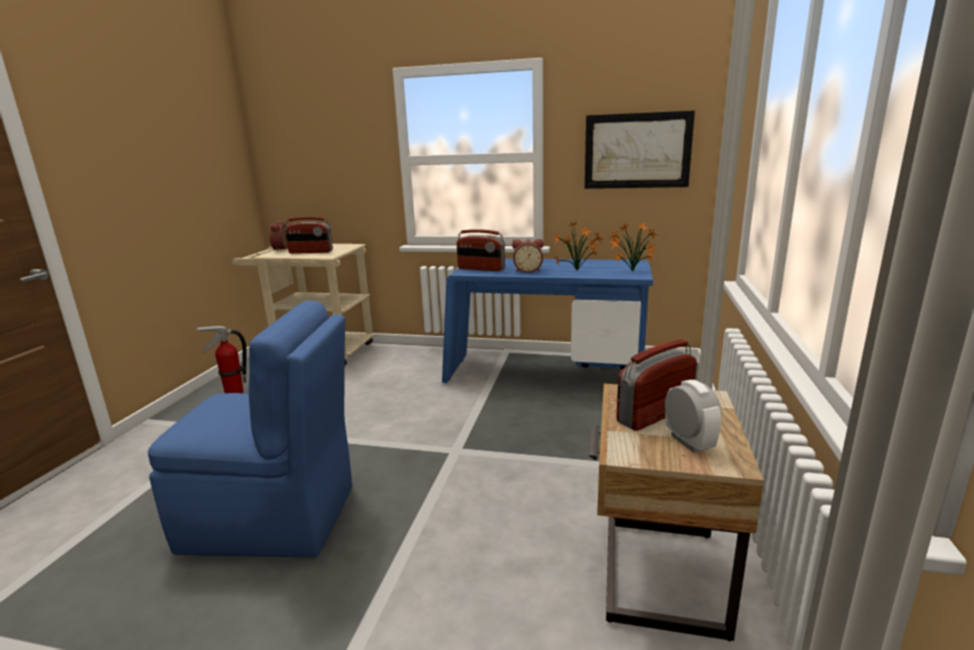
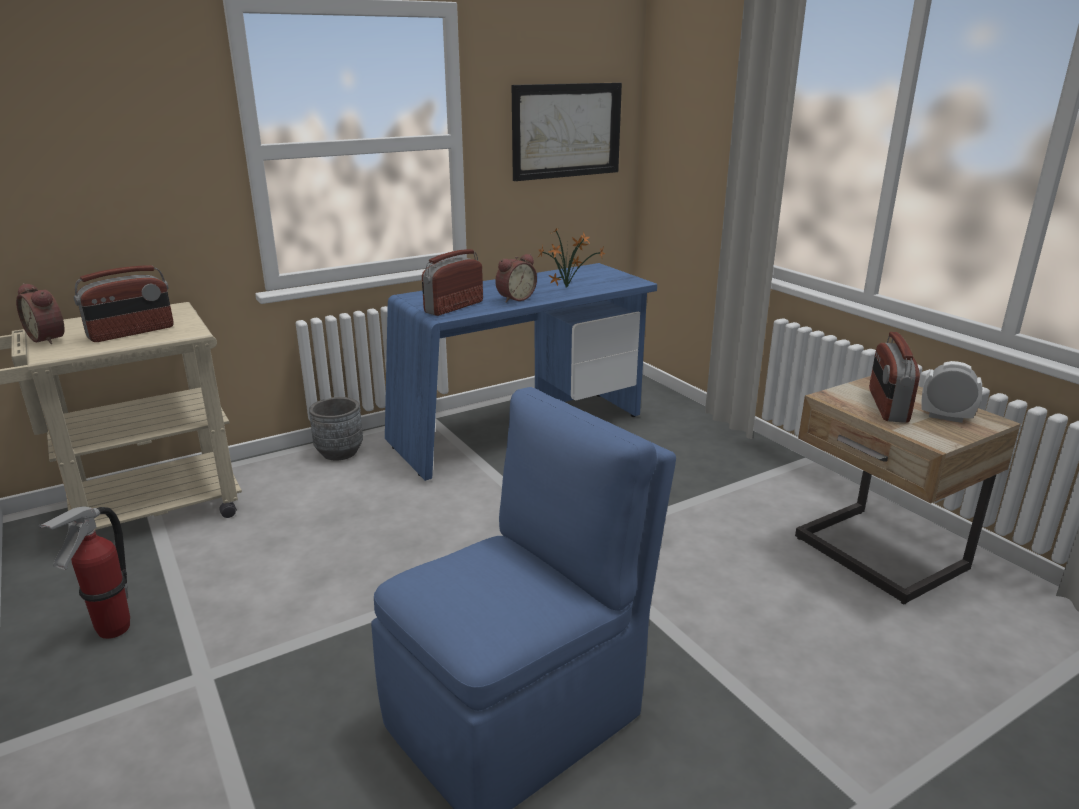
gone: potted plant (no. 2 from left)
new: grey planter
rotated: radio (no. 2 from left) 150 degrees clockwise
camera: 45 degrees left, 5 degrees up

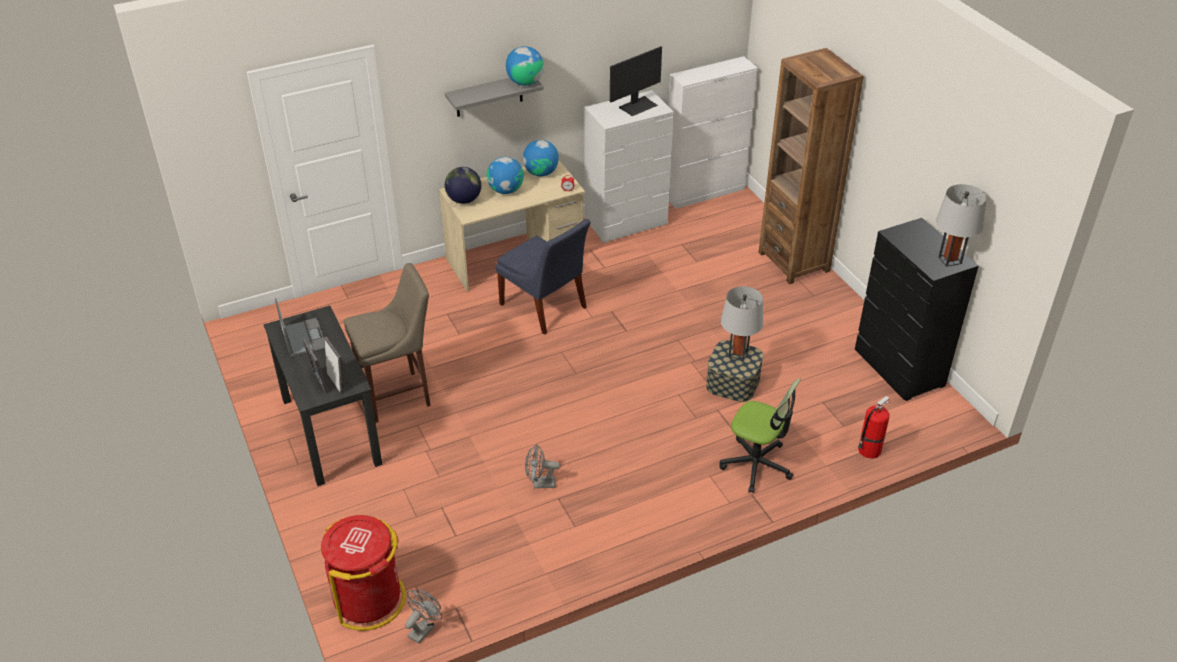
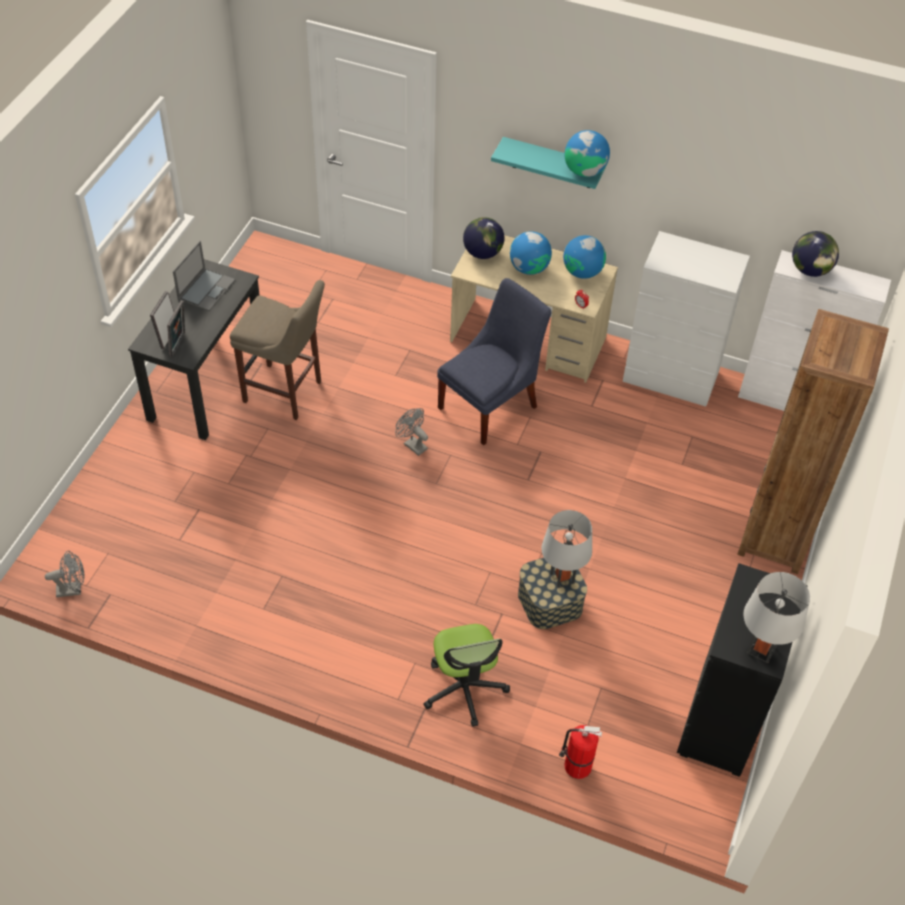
gone: red trash can; monitor
new: globe (no. 5 from left)
shifted: grey fan (no. 2 from left)
repainted: grey shelf to turquoise shelf
rotated: blue chair 135 degrees counterclockwise
camera: 45 degrees right, 10 degrees up

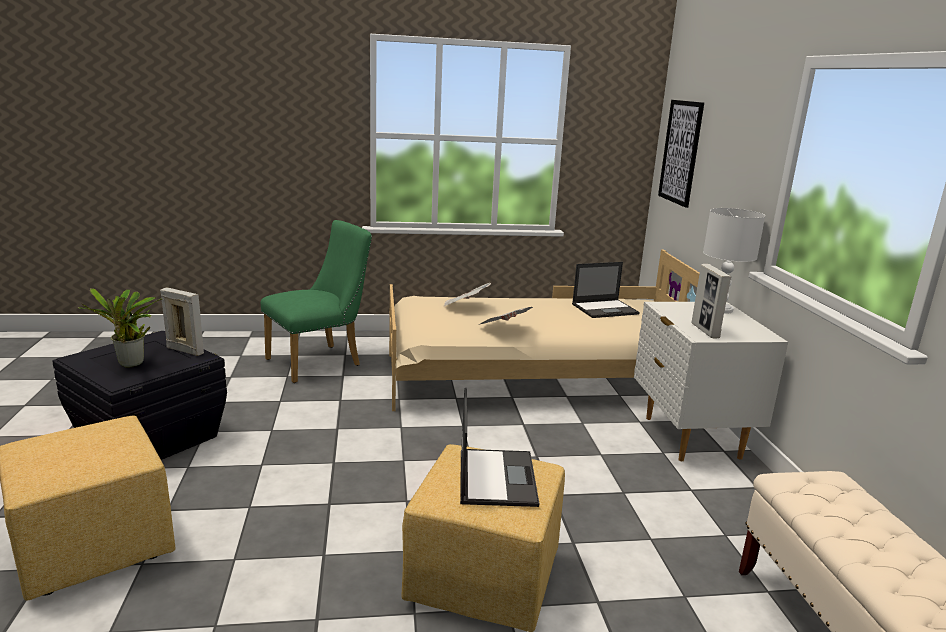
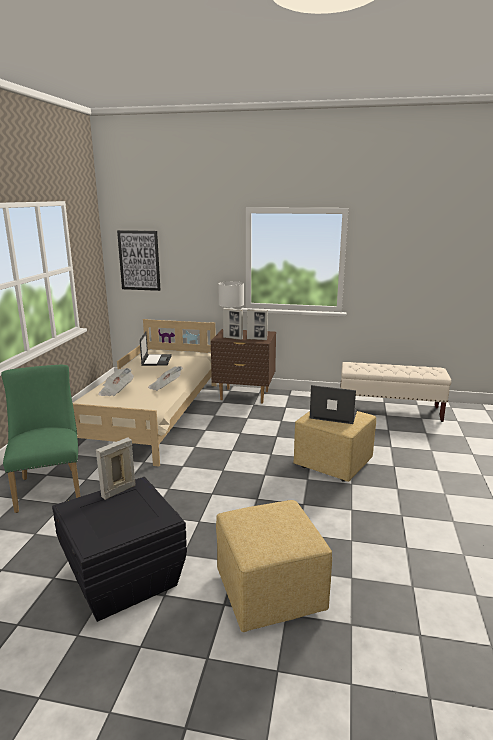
gone: potted plant
new: picture frame (no. 2 from left)
repainted: white nightstand to brown nightstand
camera: 70 degrees left, 0 degrees up

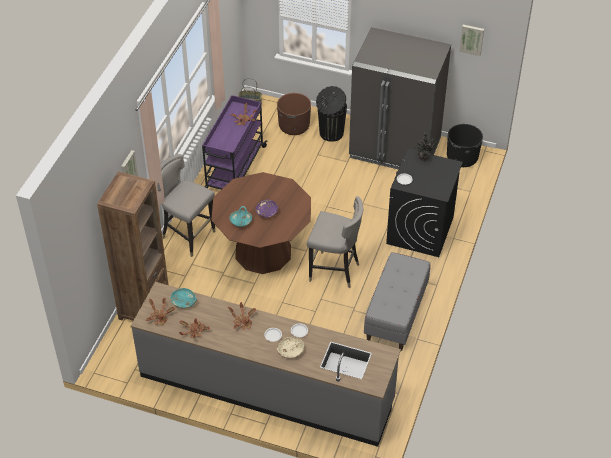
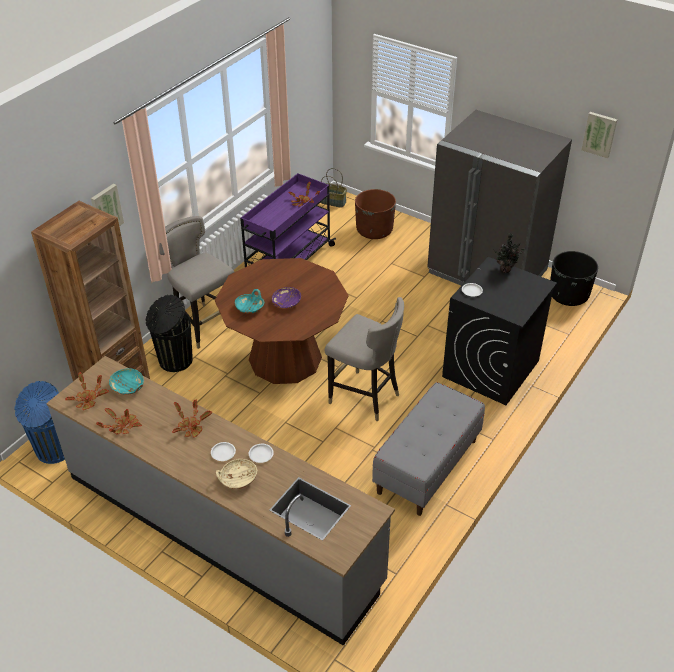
new: blue trash can
shifted: black trash can
camera: 15 degrees right, 5 degrees down

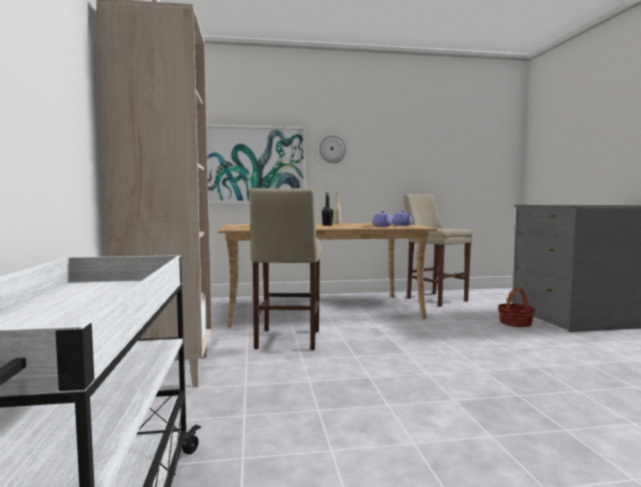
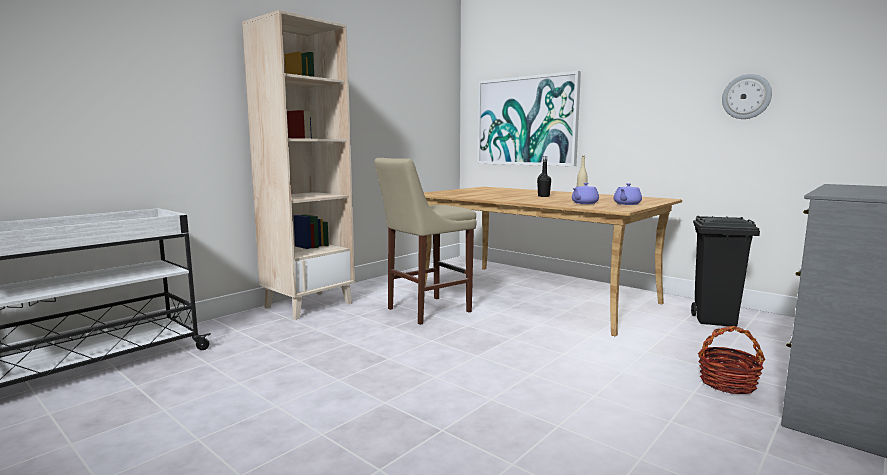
shifted: wall clock
swapped: beige stool (no. 2 from left) to black trash can
camera: 50 degrees right, 5 degrees up

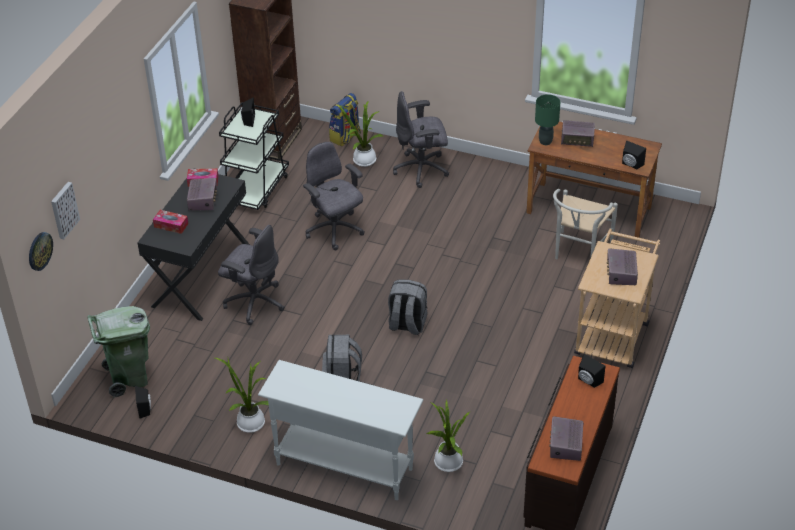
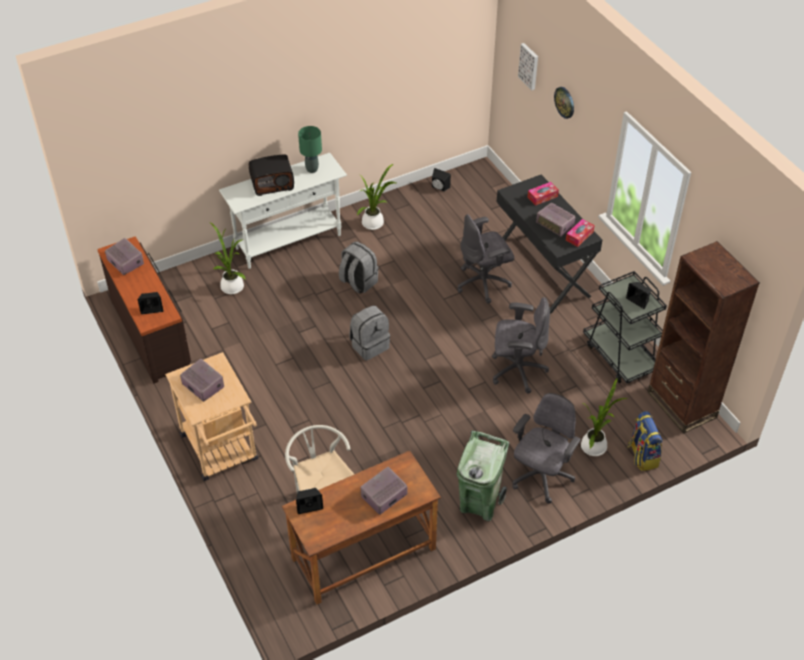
new: radio (no. 3 from left)
shifted: wall clock; green trash can; green table lamp
camera: 130 degrees right, 5 degrees up

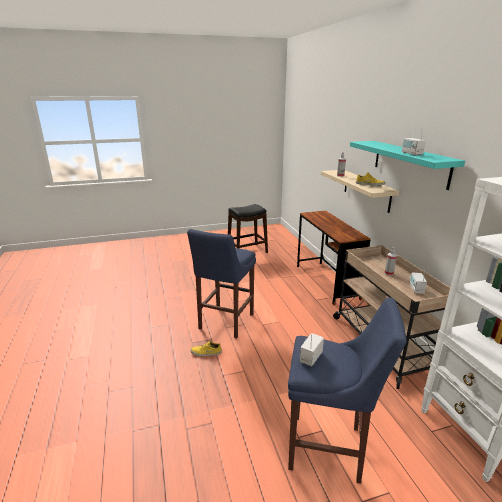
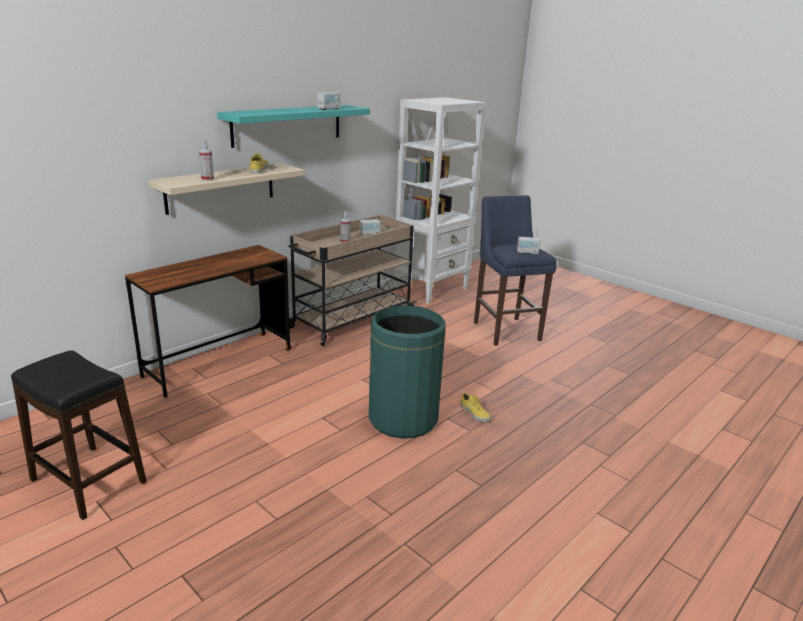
swapped: blue stool (no. 1 from left) to green trash can
camera: 120 degrees left, 0 degrees up

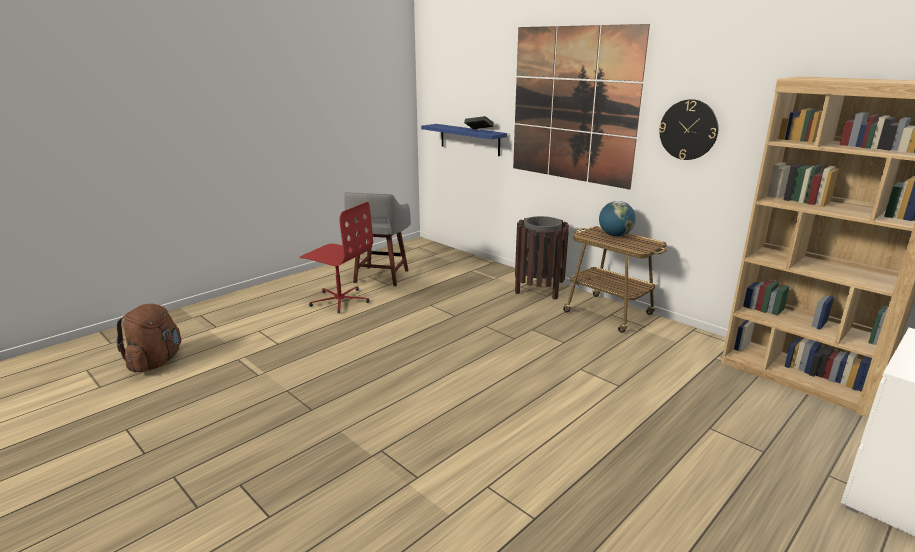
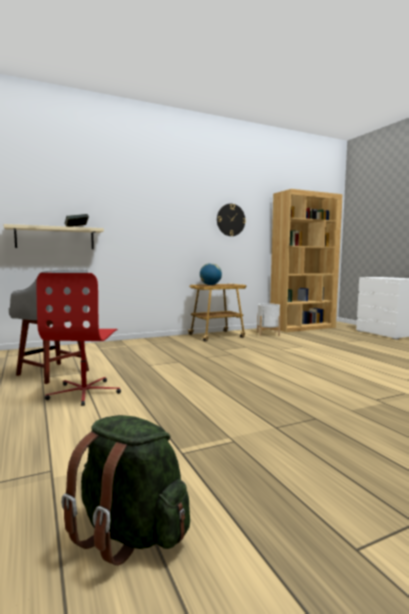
gone: picture; brown trash can
new: white planter
repainted: brown backpack to green backpack; blue shelf to beige shelf
rotated: red office chair 135 degrees clockwise
camera: 70 degrees left, 15 degrees down

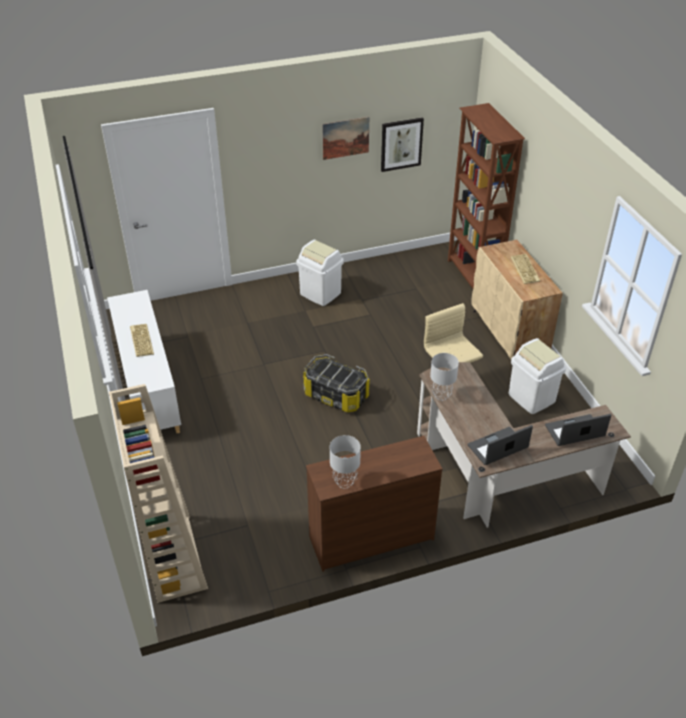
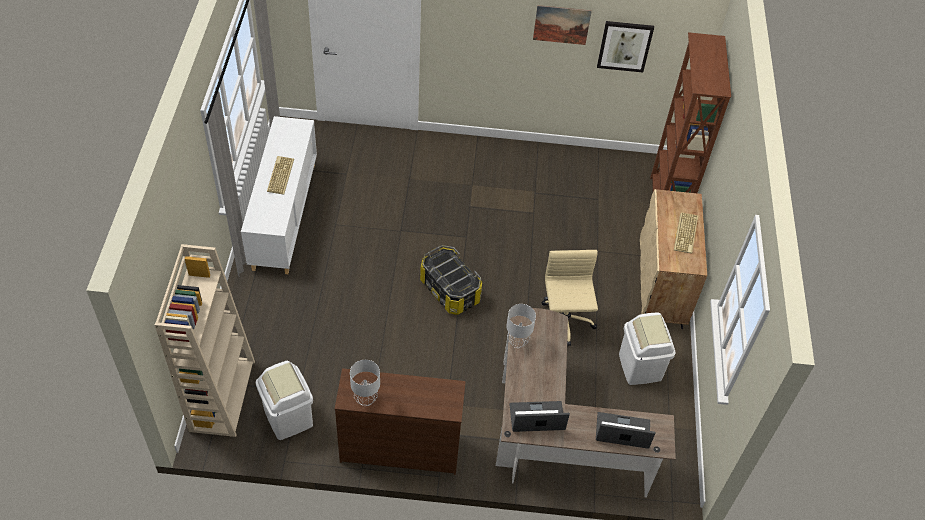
shifted: white trash can (no. 1 from left)
camera: 20 degrees right, 10 degrees up

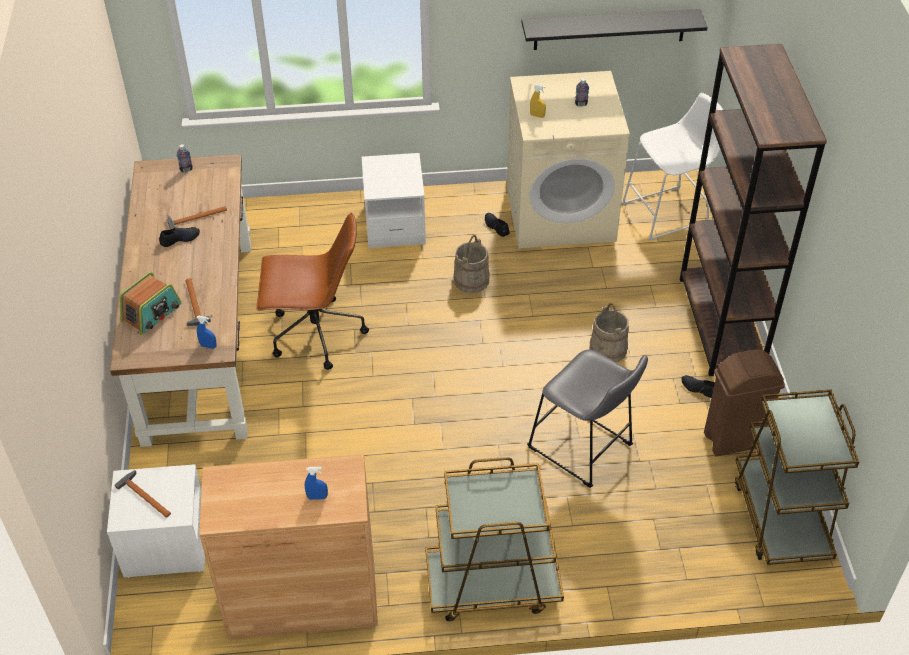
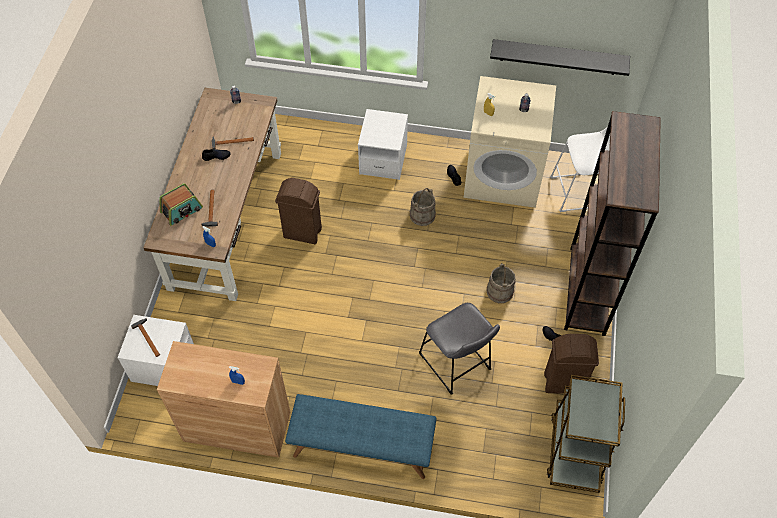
swapped: brown office chair to brown trash can (no. 1 from left); brown cart (no. 1 from left) to blue bench
camera: 15 degrees right, 10 degrees up

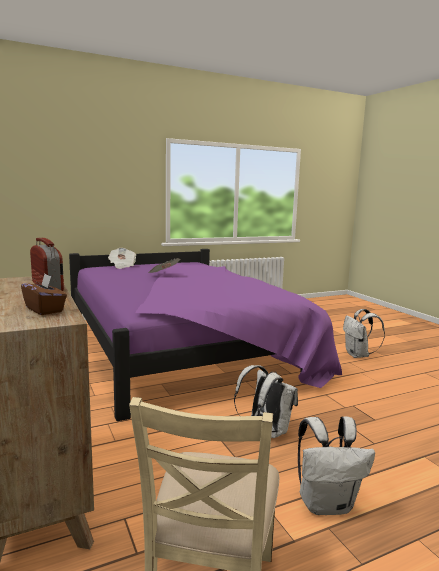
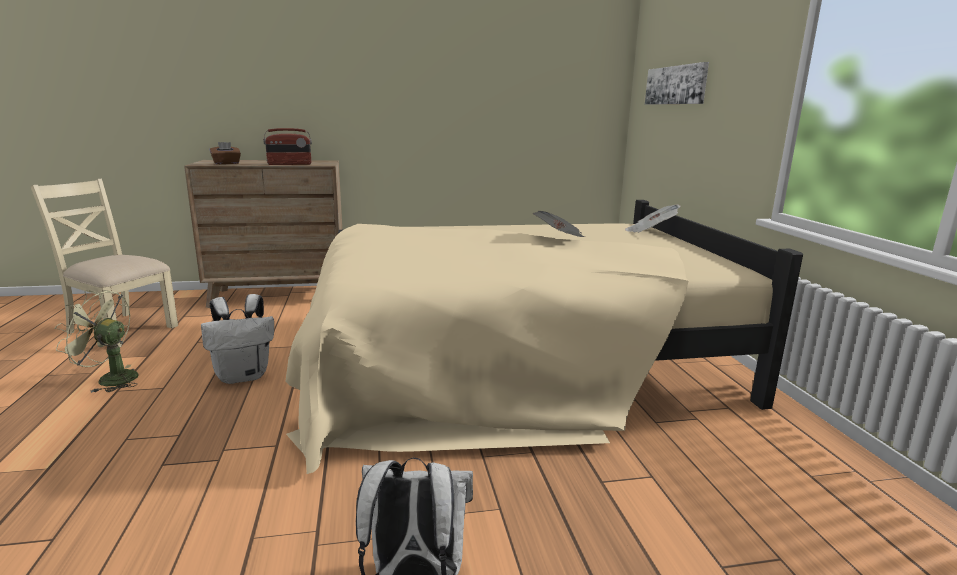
new: picture
swapped: white backpack (no. 2 from left) to green fan
repainted: purple bed to beige bed
camera: 105 degrees right, 5 degrees up

